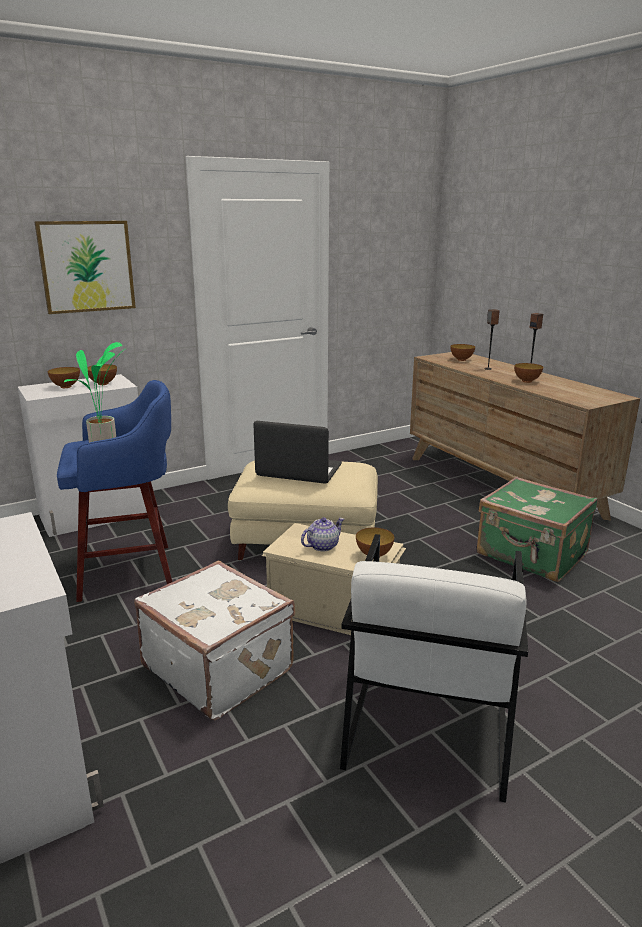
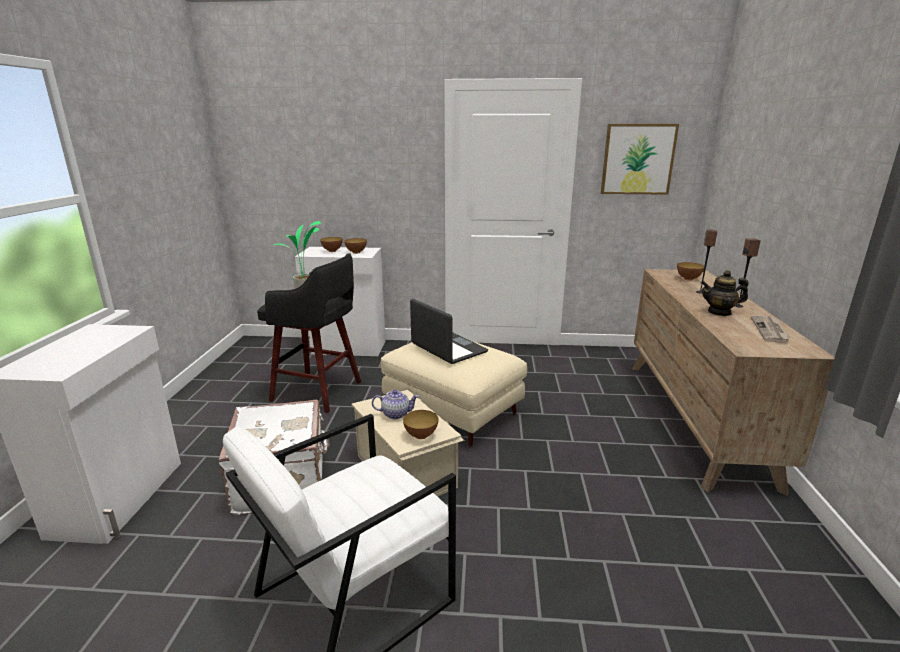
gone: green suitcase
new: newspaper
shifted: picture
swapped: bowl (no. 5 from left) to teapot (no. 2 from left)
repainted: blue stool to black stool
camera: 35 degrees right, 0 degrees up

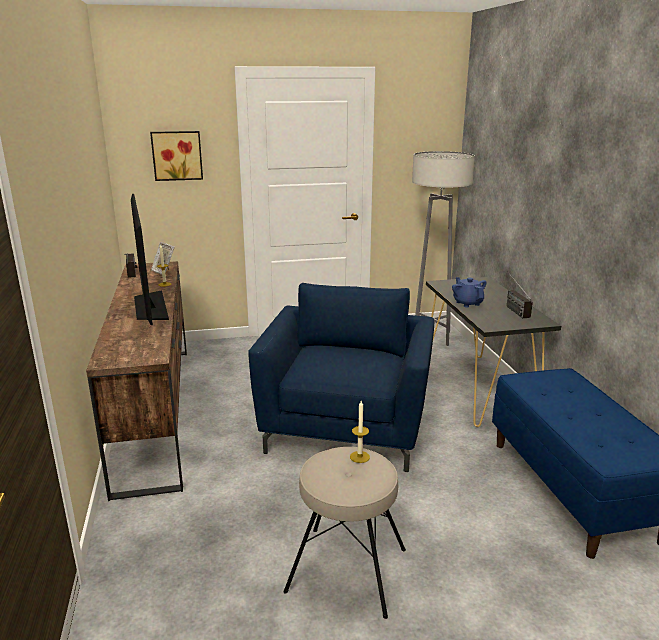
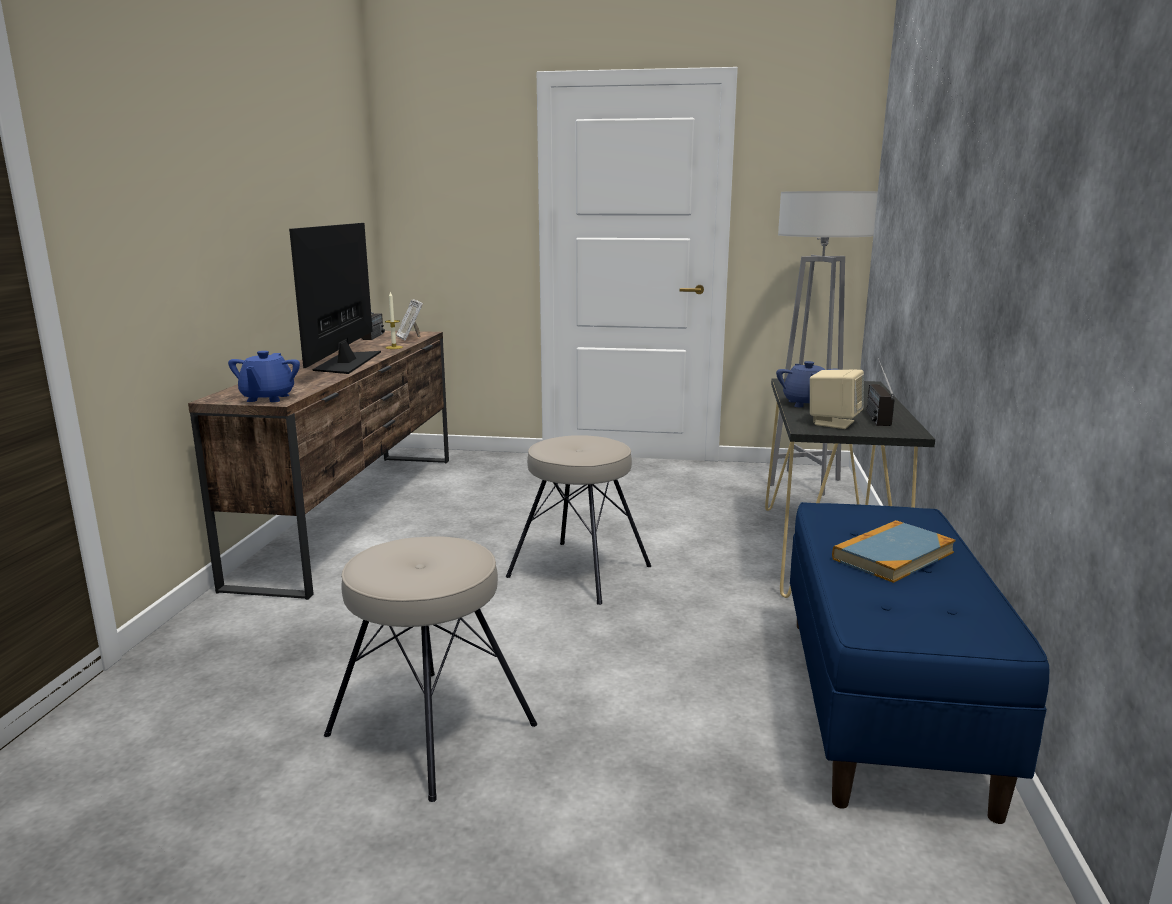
gone: picture; candle (no. 2 from left)
new: blue teapot (no. 1 from left); beige speaker; book
swapped: blue armchair to beige stool (no. 2 from left)
camera: 20 degrees right, 5 degrees down

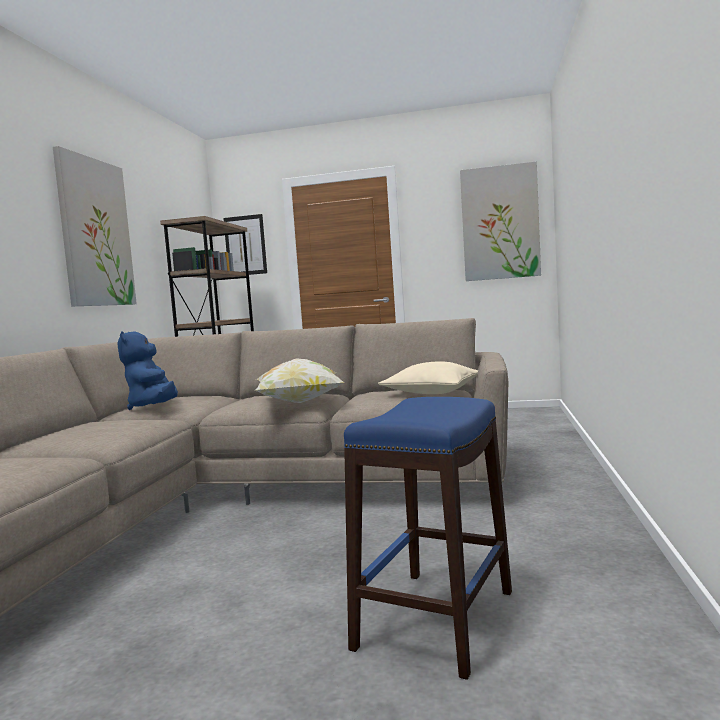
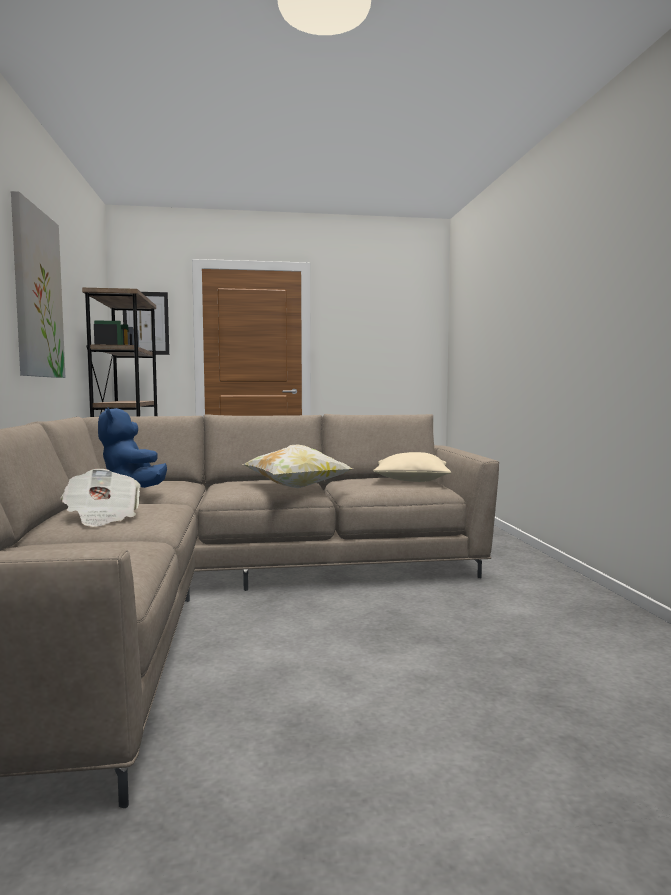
gone: blue stool; picture (no. 3 from left)
new: newspaper
camera: 20 degrees left, 0 degrees up

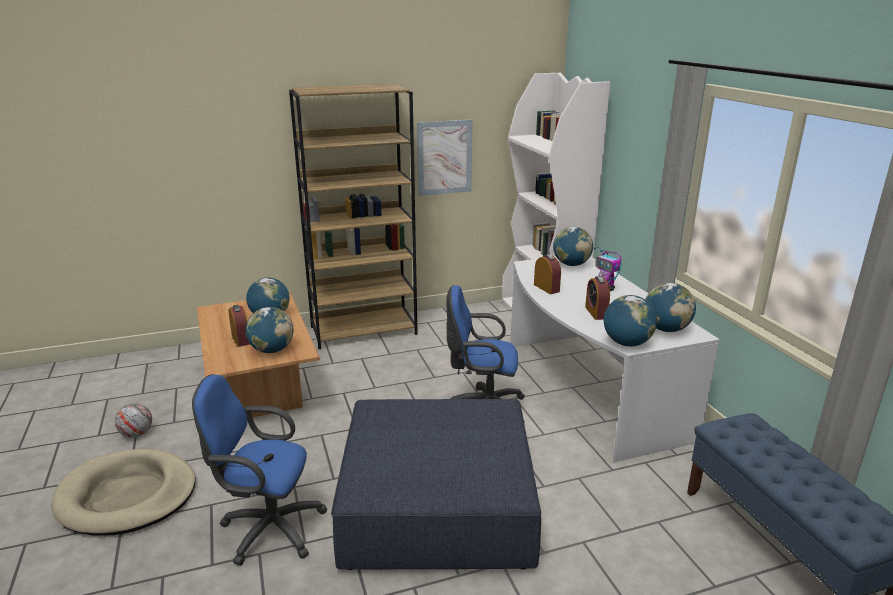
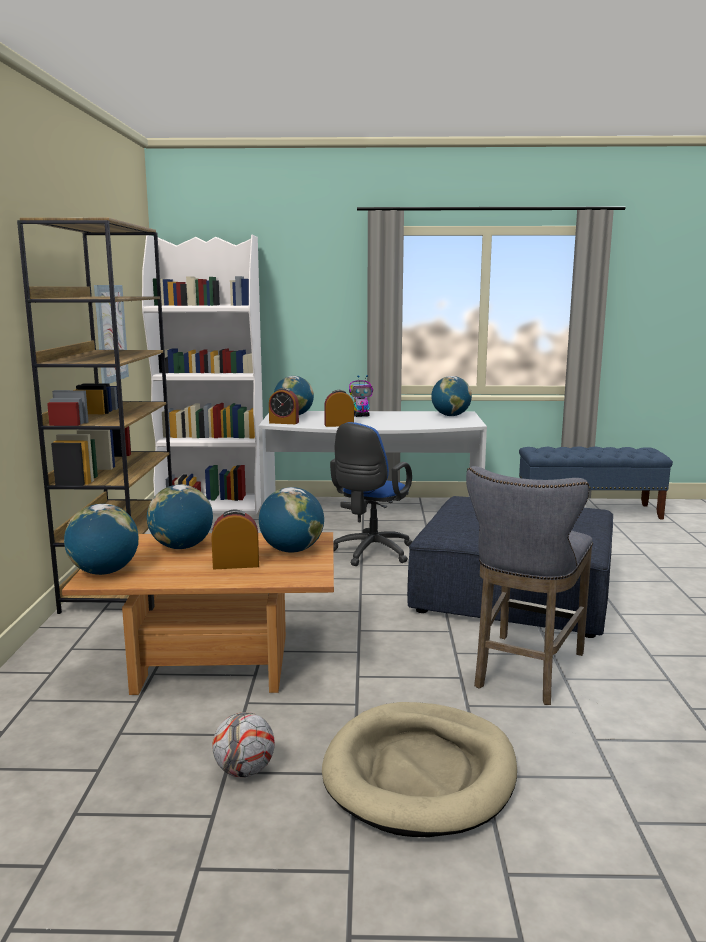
shifted: alarm clock (no. 3 from left in the first image) to alarm clock (no. 2 from left); globe (no. 4 from left in the first image) to globe (no. 1 from left)
swapped: blue office chair (no. 1 from left) to grey stool
camera: 70 degrees left, 10 degrees down

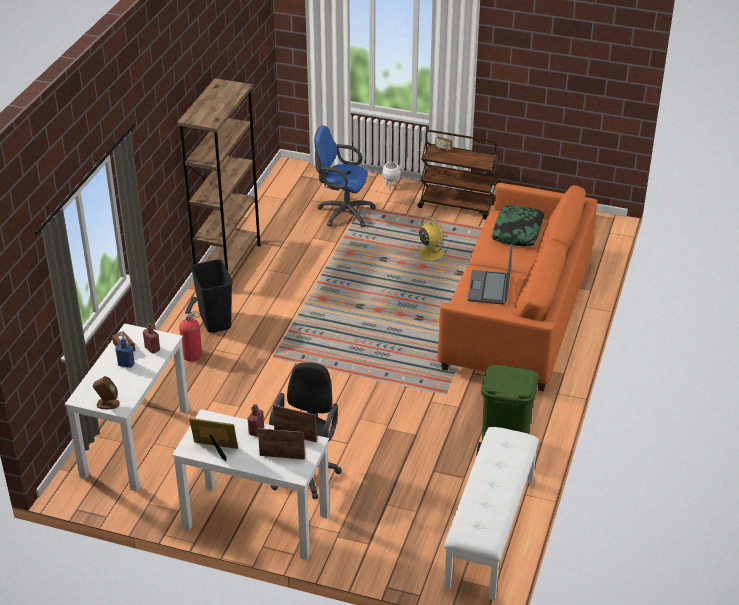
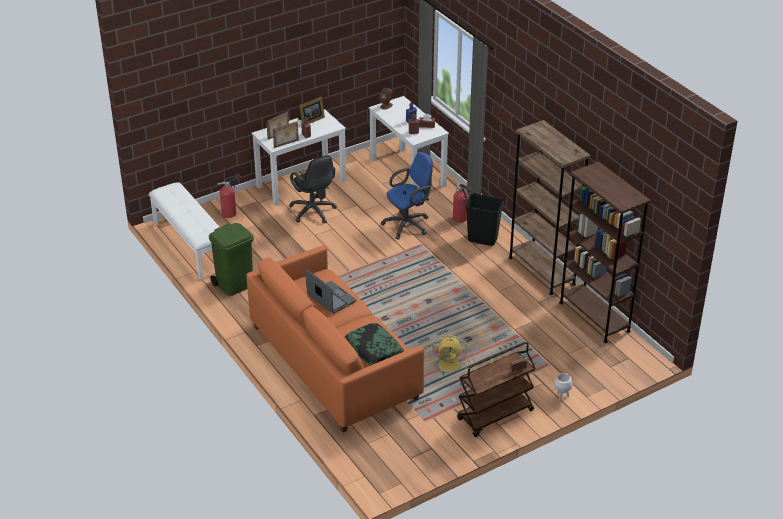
new: fire extinguisher (no. 1 from left); brown bookcase (no. 2 from left)
shifted: blue office chair
camera: 130 degrees right, 0 degrees up

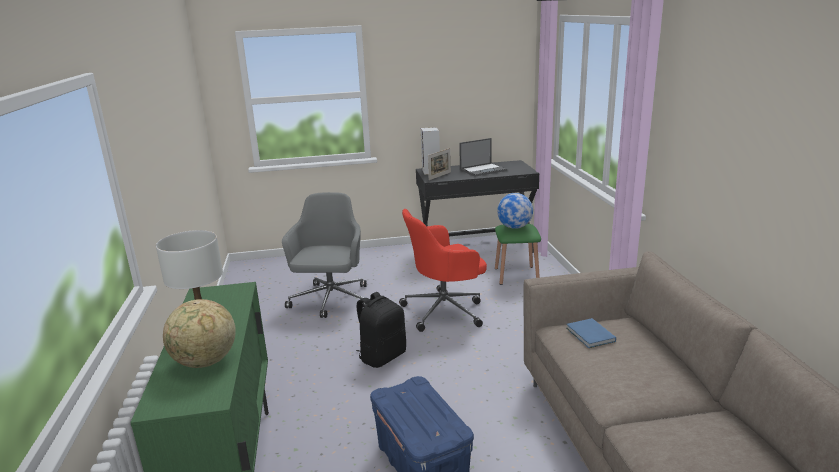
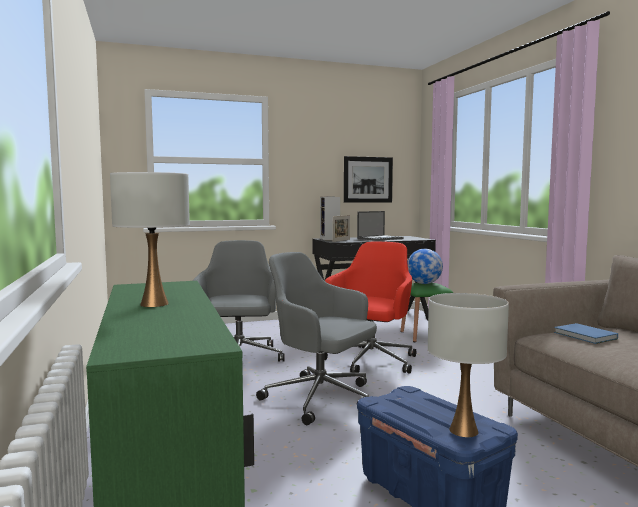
gone: globe (no. 1 from left)
new: picture; white table lamp (no. 2 from left)
swapped: black backpack to grey office chair (no. 2 from left)
rotated: red office chair 150 degrees clockwise
camera: 10 degrees left, 15 degrees down

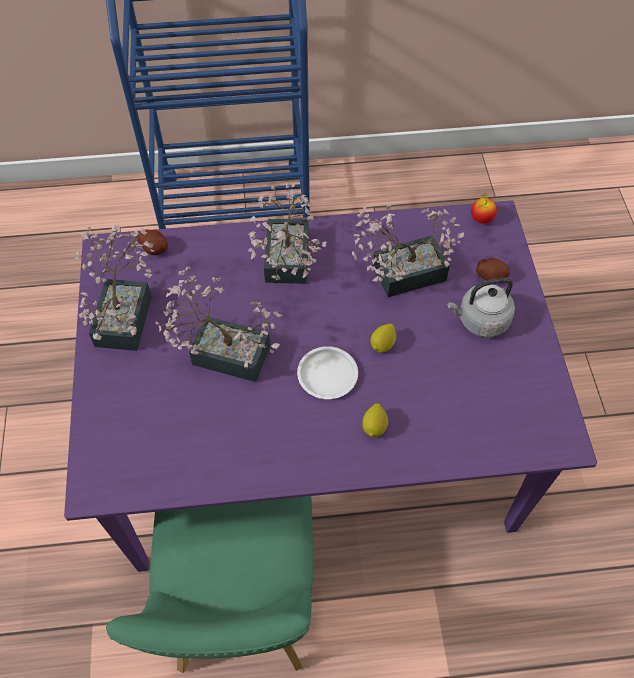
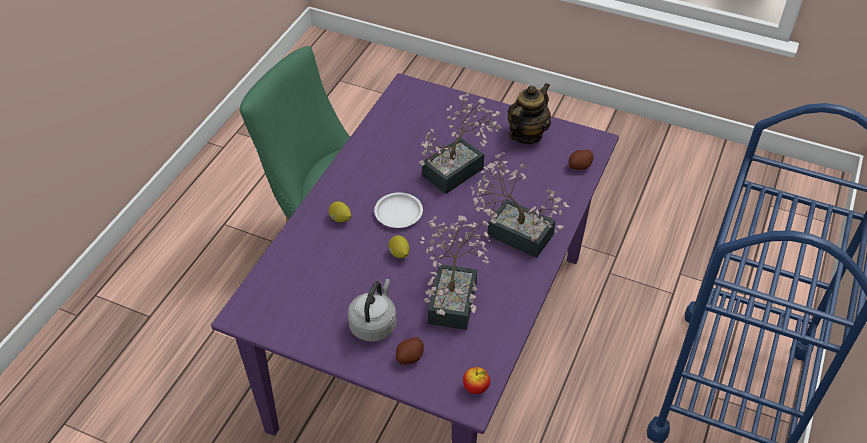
swapped: potted plant (no. 1 from left) to teapot
camera: 120 degrees right, 10 degrees down

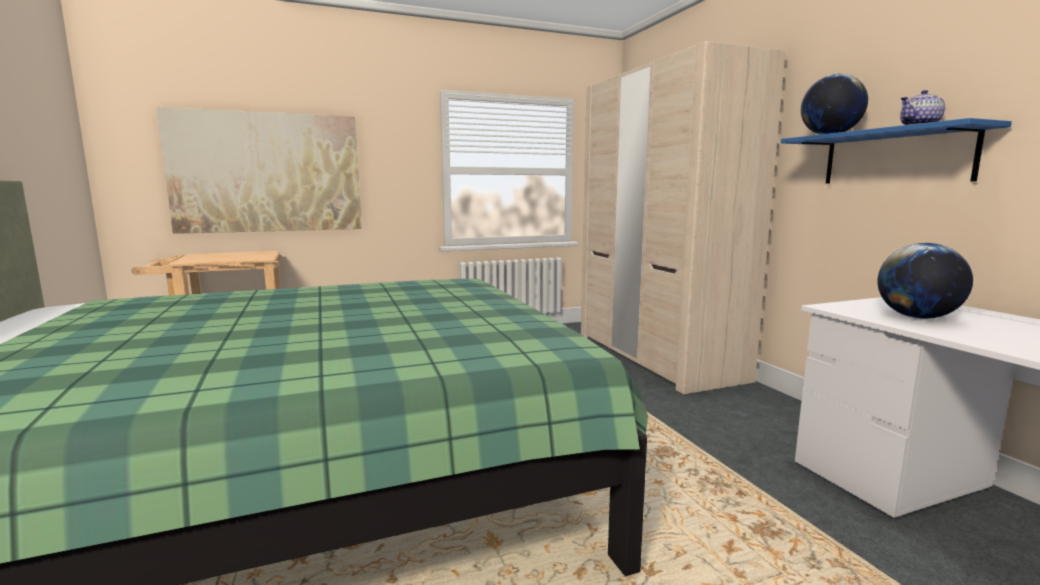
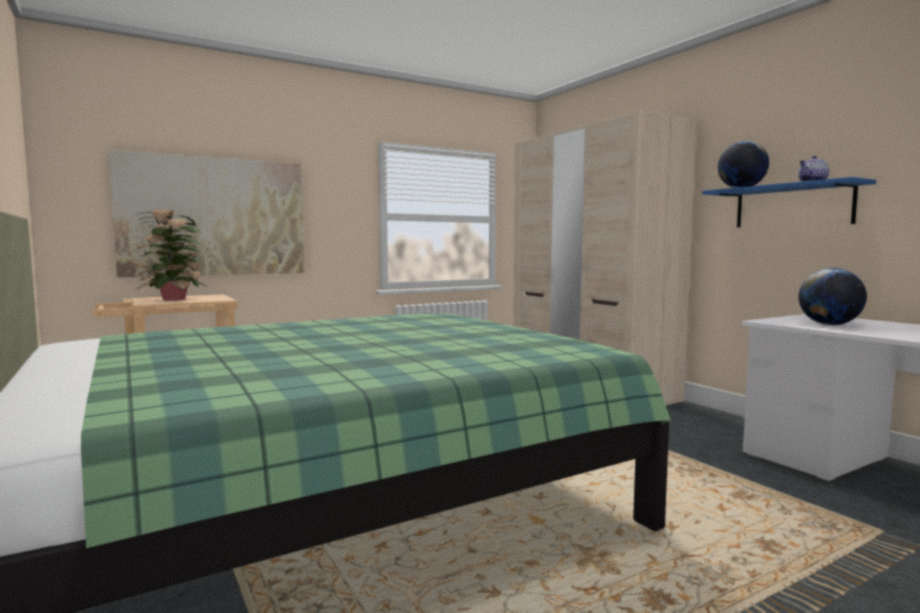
new: potted plant
camera: 10 degrees left, 5 degrees down

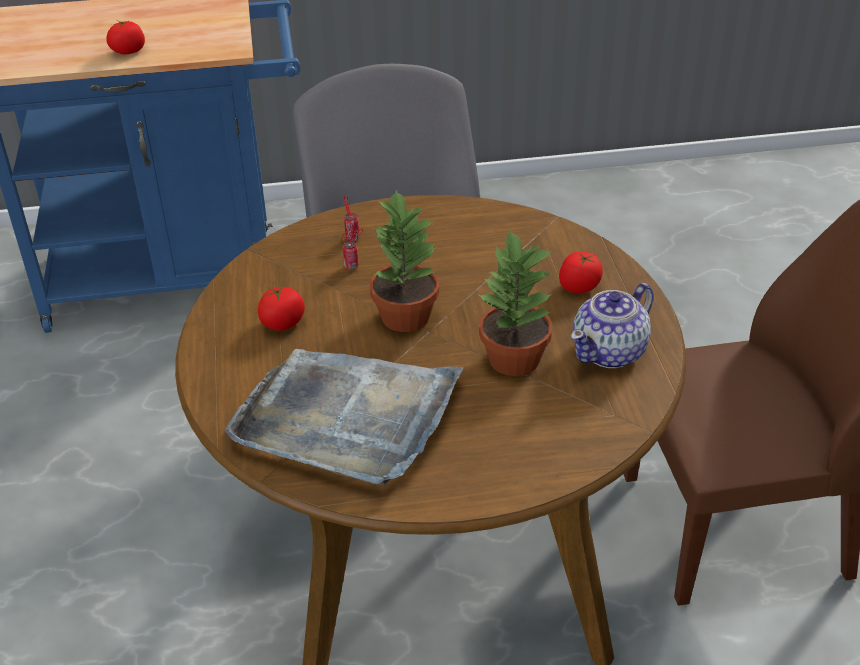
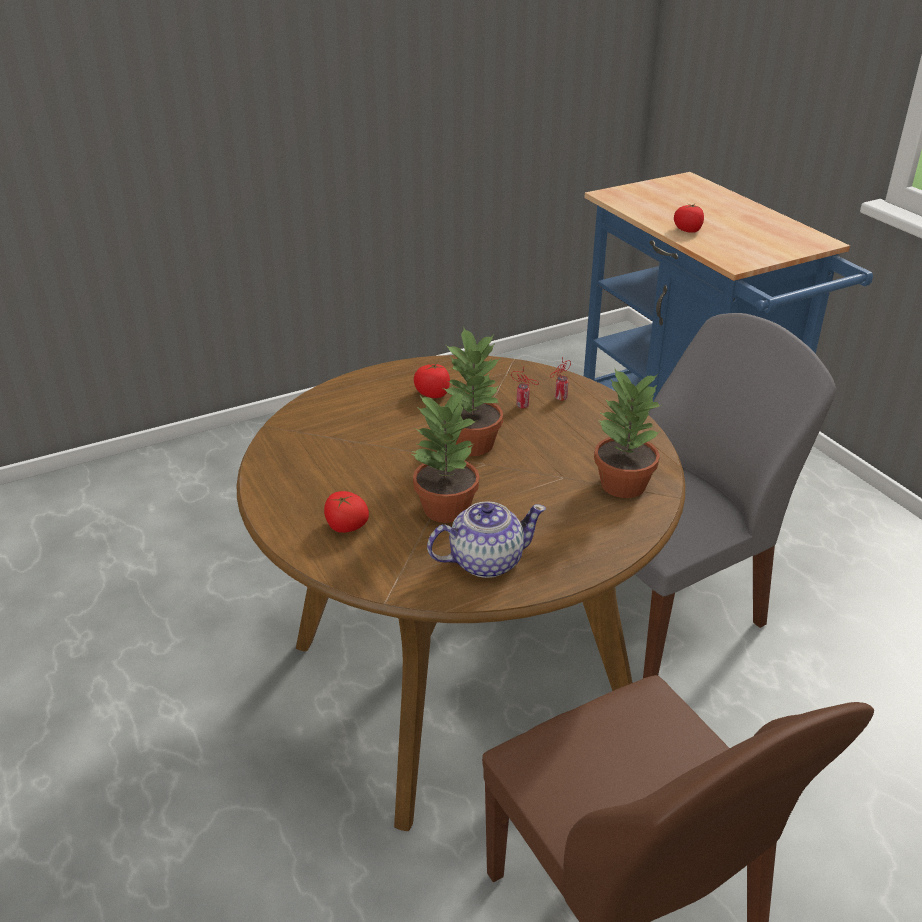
gone: grey tray
new: potted plant (no. 3 from left)
shifted: tomato (no. 3 from left in the first image) to tomato (no. 1 from left)
rotated: teapot 135 degrees clockwise
camera: 70 degrees right, 5 degrees down

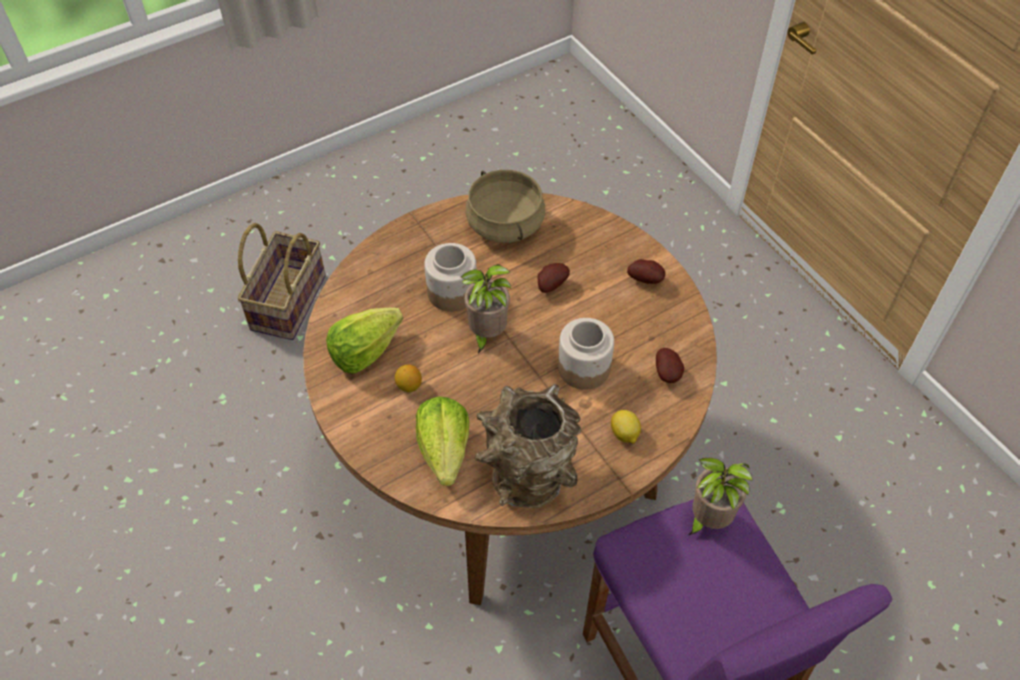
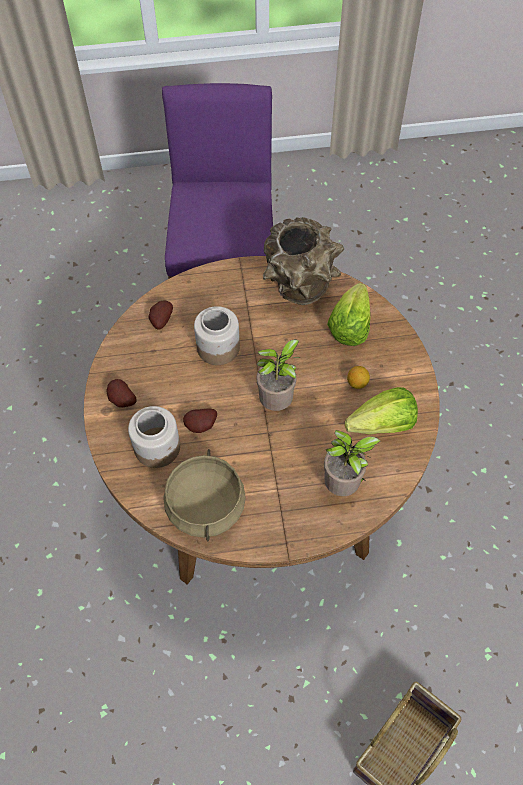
gone: lemon (no. 2 from left)
shifted: jar (no. 1 from left); potted plant (no. 2 from left)
camera: 155 degrees left, 5 degrees up

